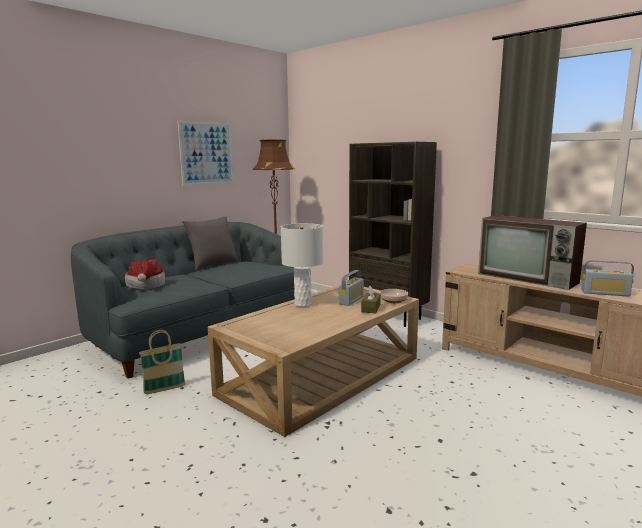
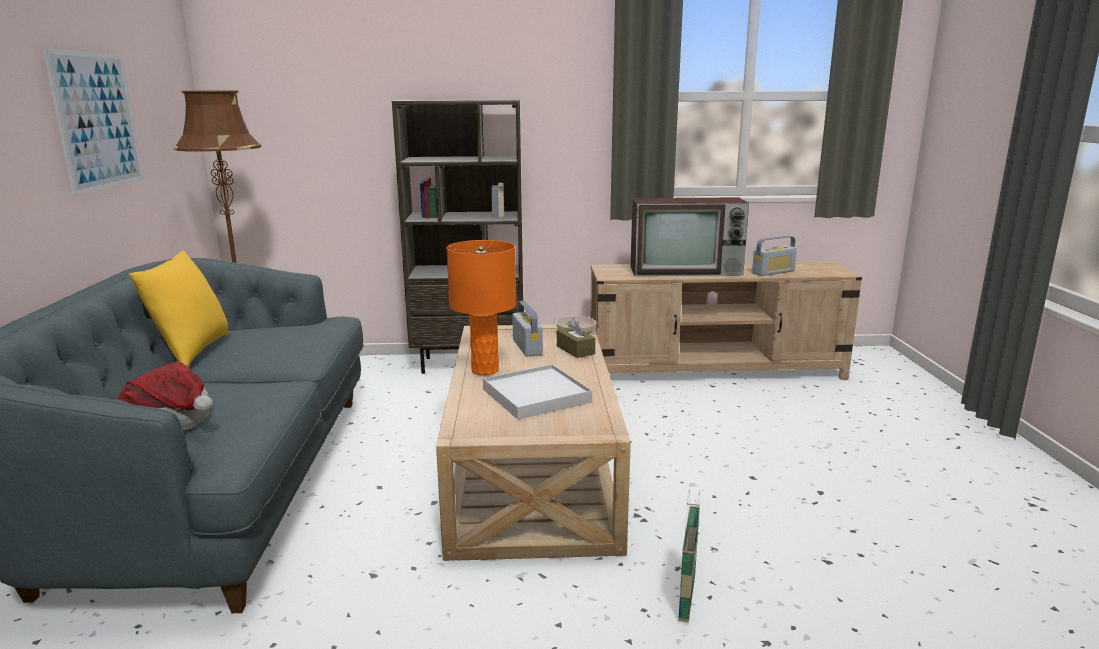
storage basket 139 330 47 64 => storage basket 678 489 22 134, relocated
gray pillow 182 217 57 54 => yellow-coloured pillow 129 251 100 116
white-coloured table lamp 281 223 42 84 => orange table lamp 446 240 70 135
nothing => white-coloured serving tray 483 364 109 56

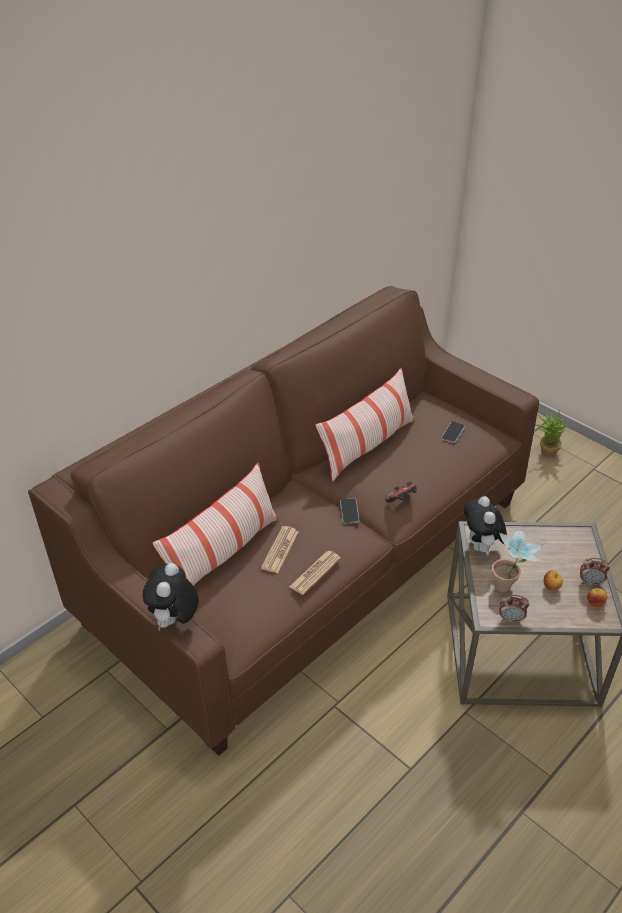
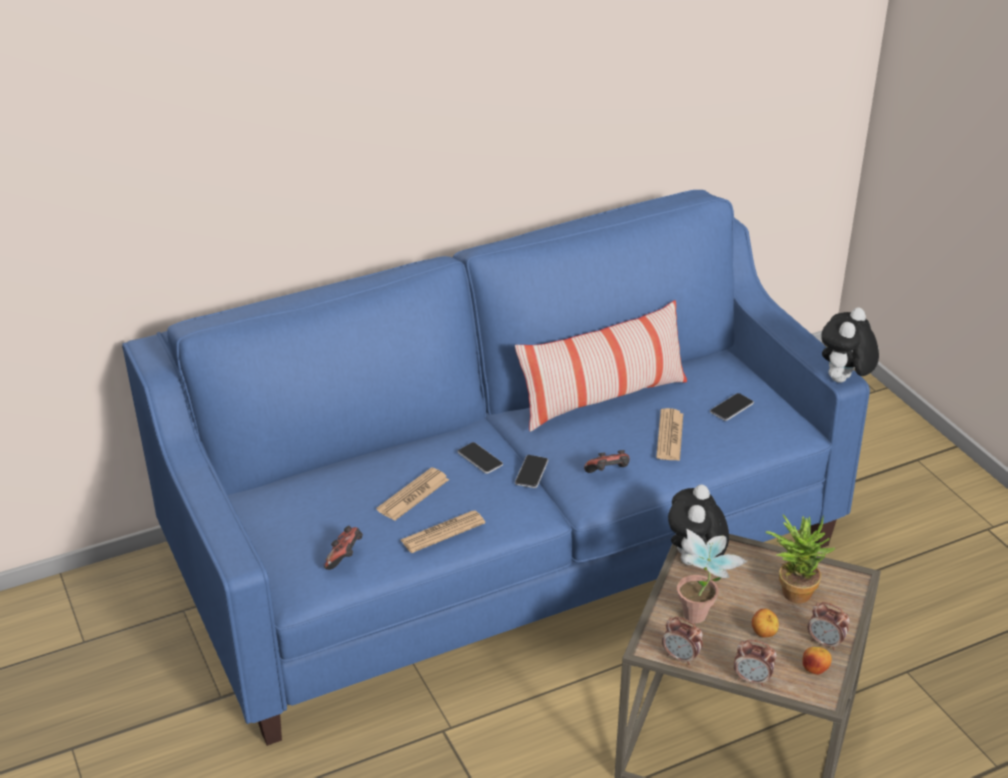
brownish couch 28 286 511 470 => blue-coloured couch 122 190 748 556
plush toy 143 563 56 68 => plush toy 821 308 58 75, relocated
pillow 152 463 127 123 => nothing
plant in a pot 535 410 33 47 => plant in a pot 766 515 69 89, relocated
nothing => joypad 324 526 39 44
nothing => phone 457 442 46 32
nothing => daily paper 656 408 27 53
nothing => bedside clock 734 640 43 46

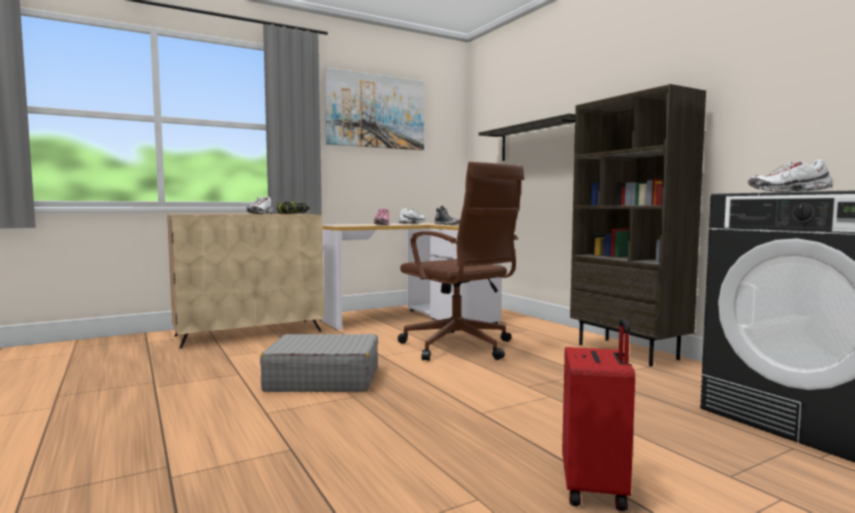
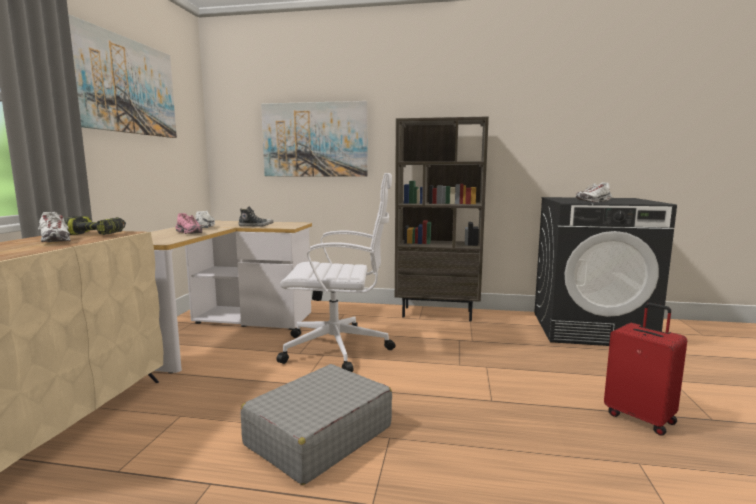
brownish computer chair 398 162 126 199 => white-coloured computer chair 276 173 119 199
shelf 478 113 97 48 => wall picture 261 101 107 76

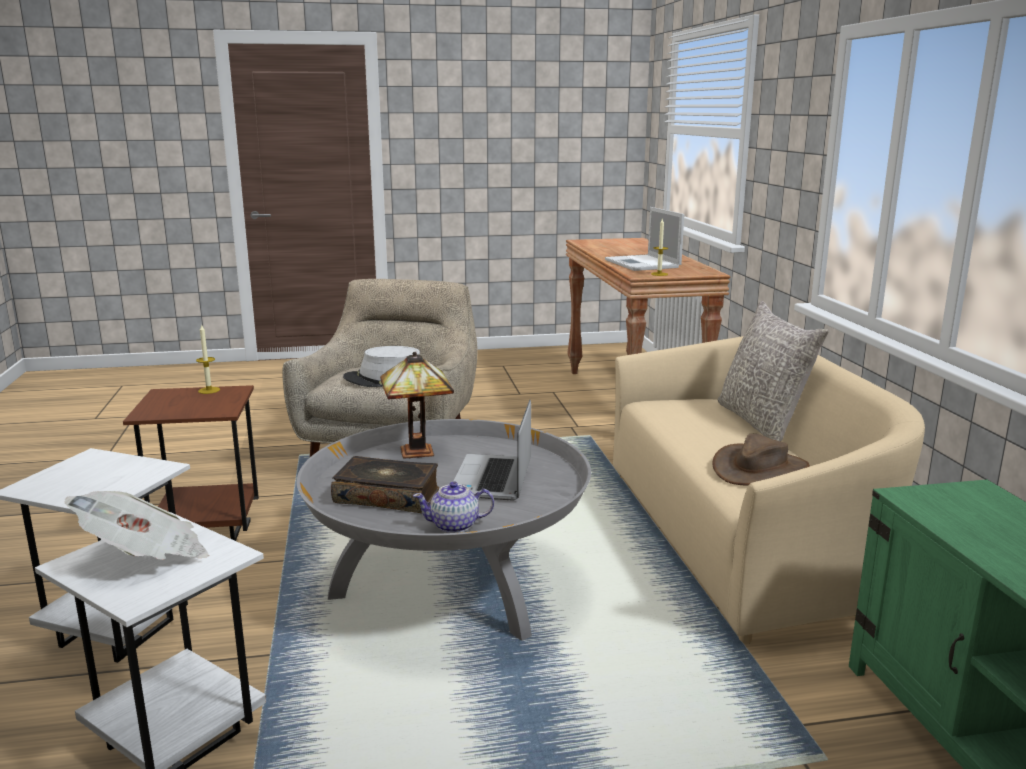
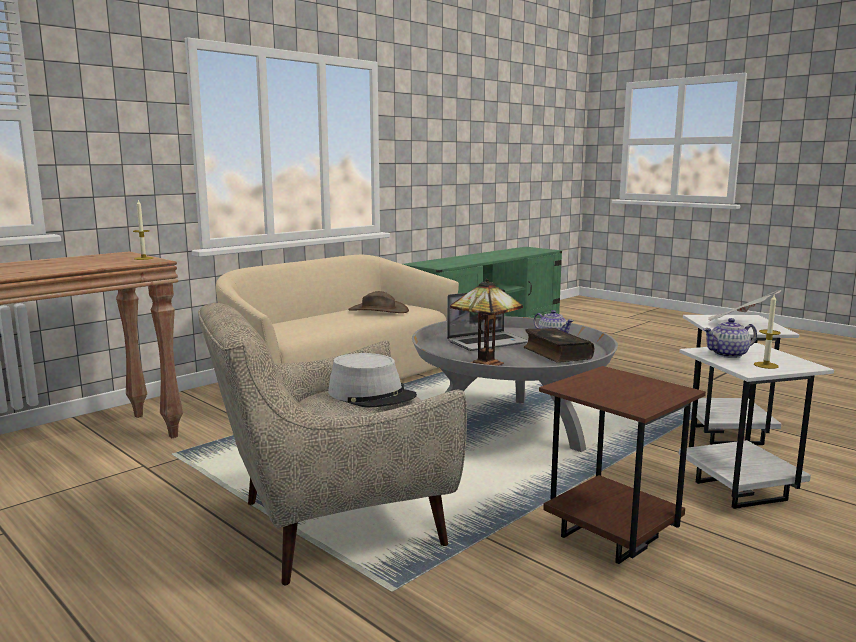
candle 196 324 24 70 => candle 754 295 27 74, relocated
notebook computer 605 207 79 64 => nothing
gray pillow 718 301 111 141 => nothing
nothing => tea pot 703 318 54 40

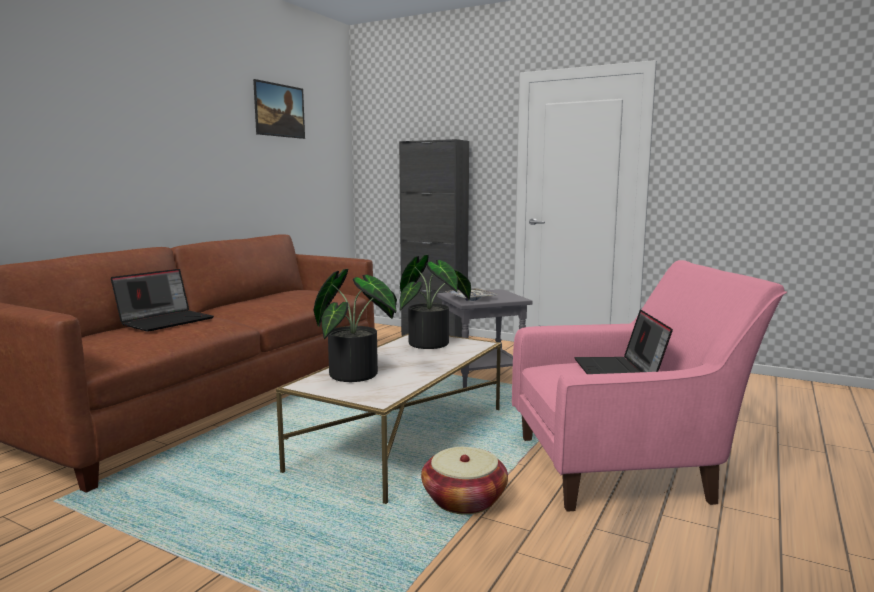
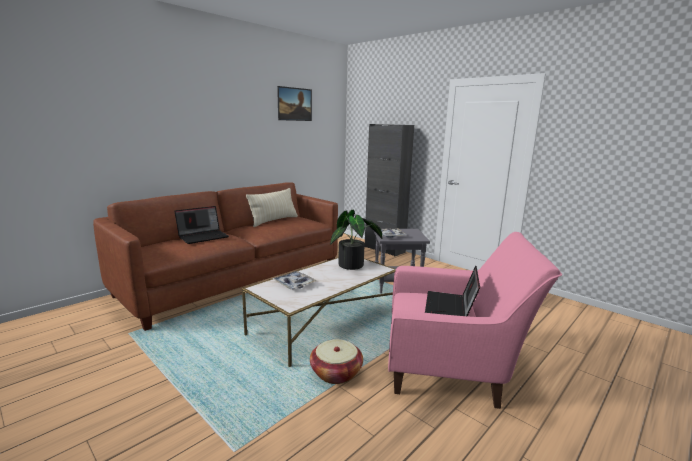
plant in a pot 313 269 84 113 => serving tray 273 271 44 18
nothing => sand-coloured pillow 246 188 52 39

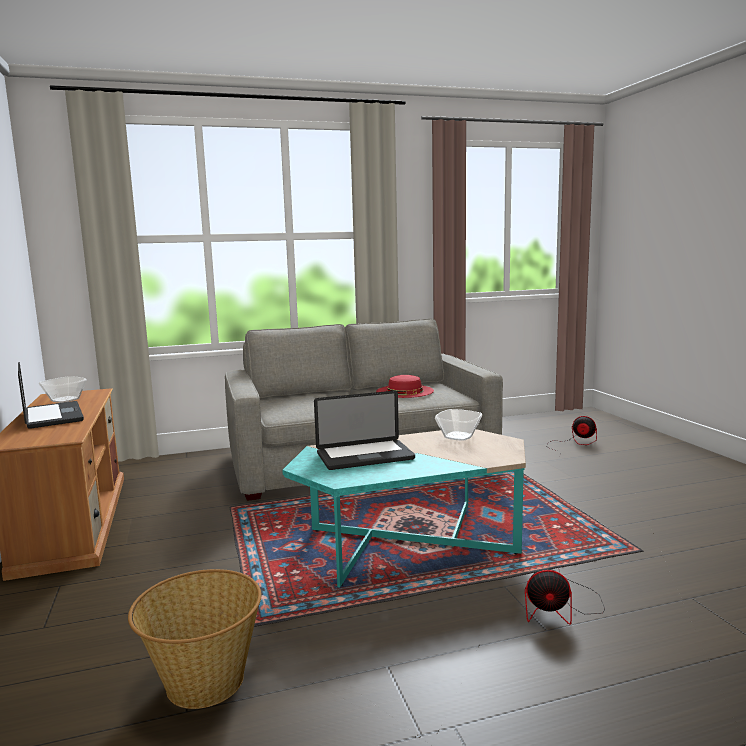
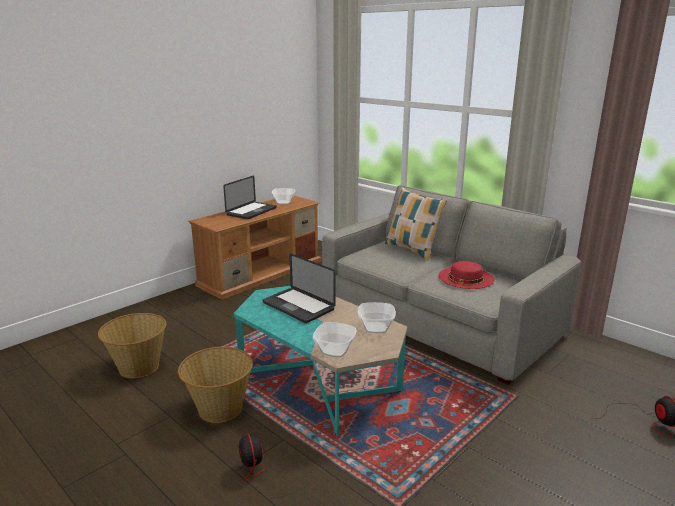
nothing => storage basket 178 347 75 76
nothing => serving bowl 313 322 44 35
nothing => pillow 385 187 62 73

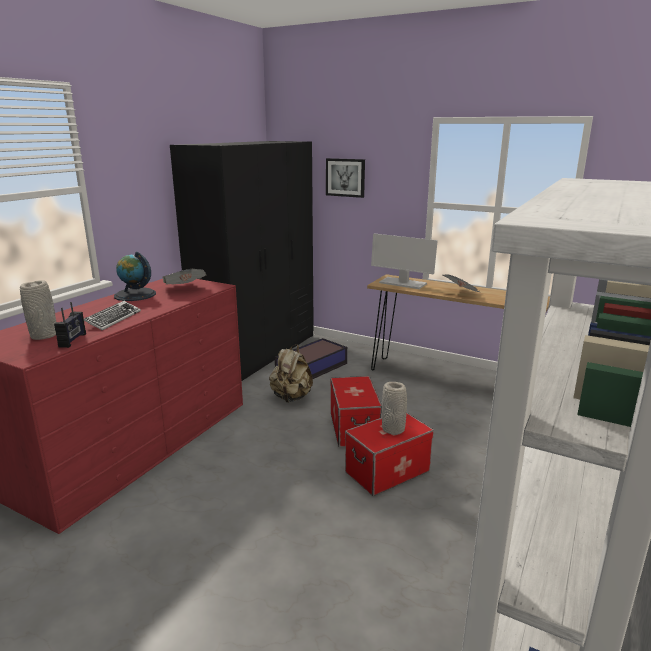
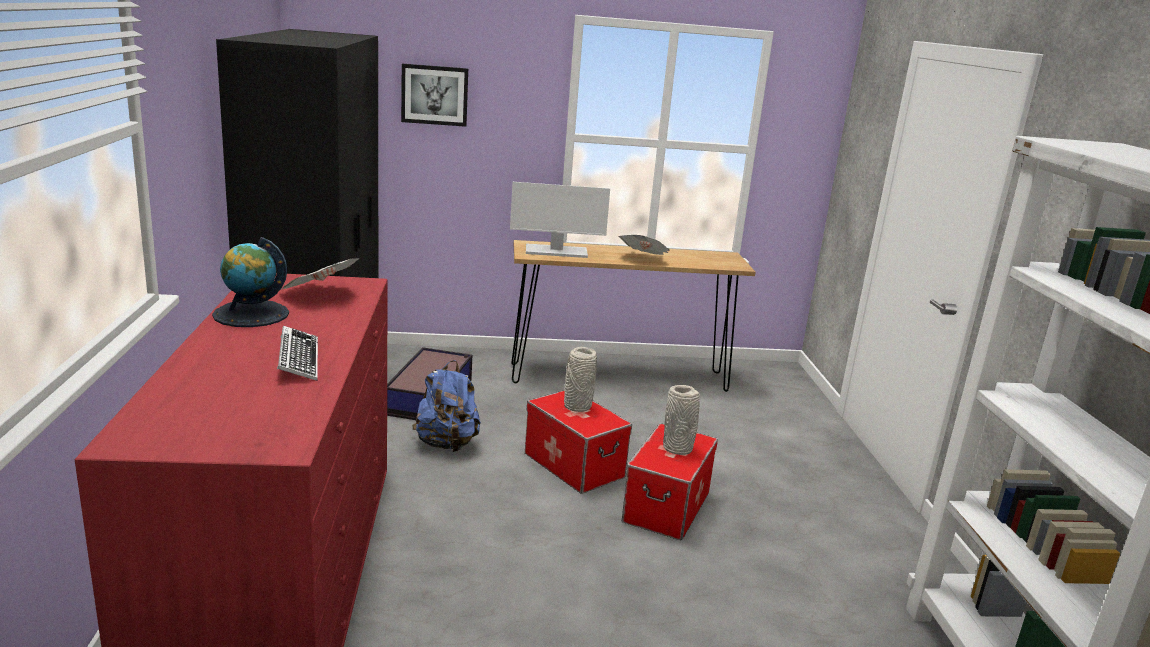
gray vase 20 280 36 60 => gray vase 564 347 33 65, relocated
radio set 54 302 32 46 => nothing
sand-coloured knapsack 269 344 44 59 => blue-coloured knapsack 412 360 69 92

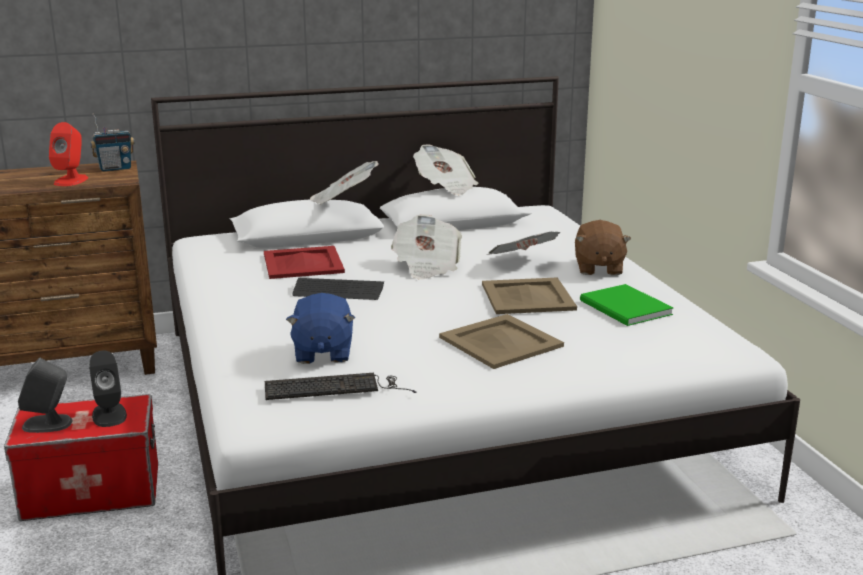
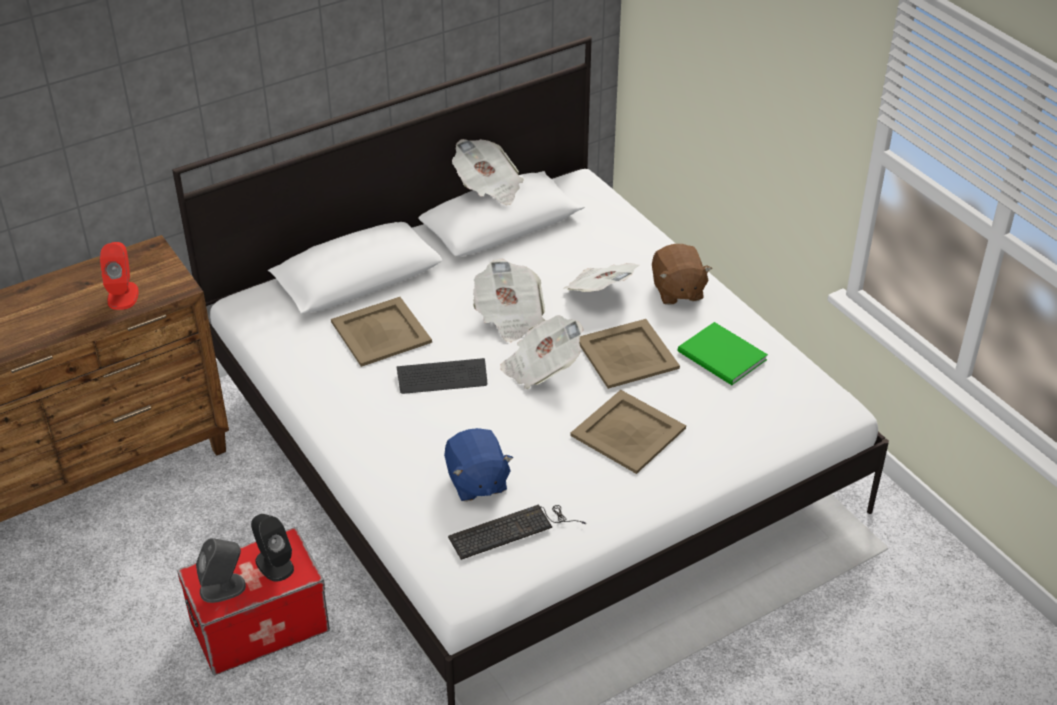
radio set 90 113 45 58 => nothing
red serving tray 264 246 81 33 => sand-coloured serving tray 331 297 101 70
daily paper 310 161 68 44 => daily paper 500 315 84 74, relocated

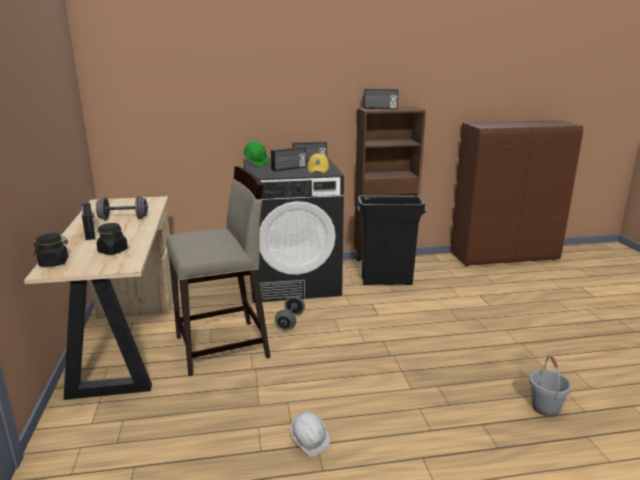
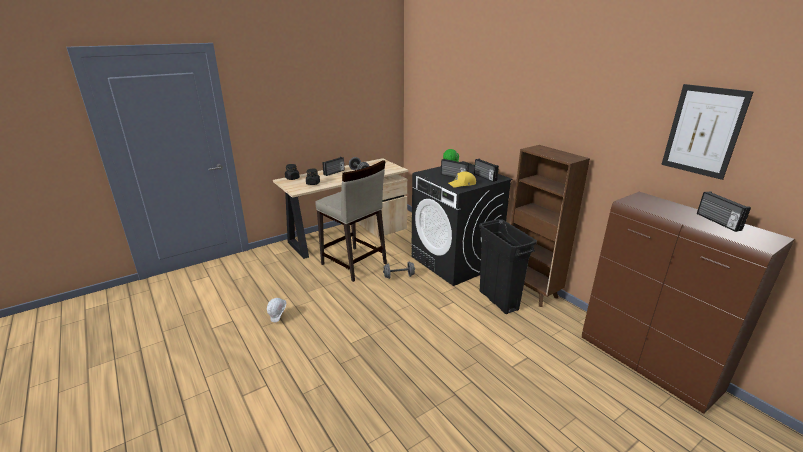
radio set 364 89 35 20 => radio set 697 191 54 41, relocated
gray bucket 529 356 43 61 => nothing
nothing => wall picture 661 84 92 96

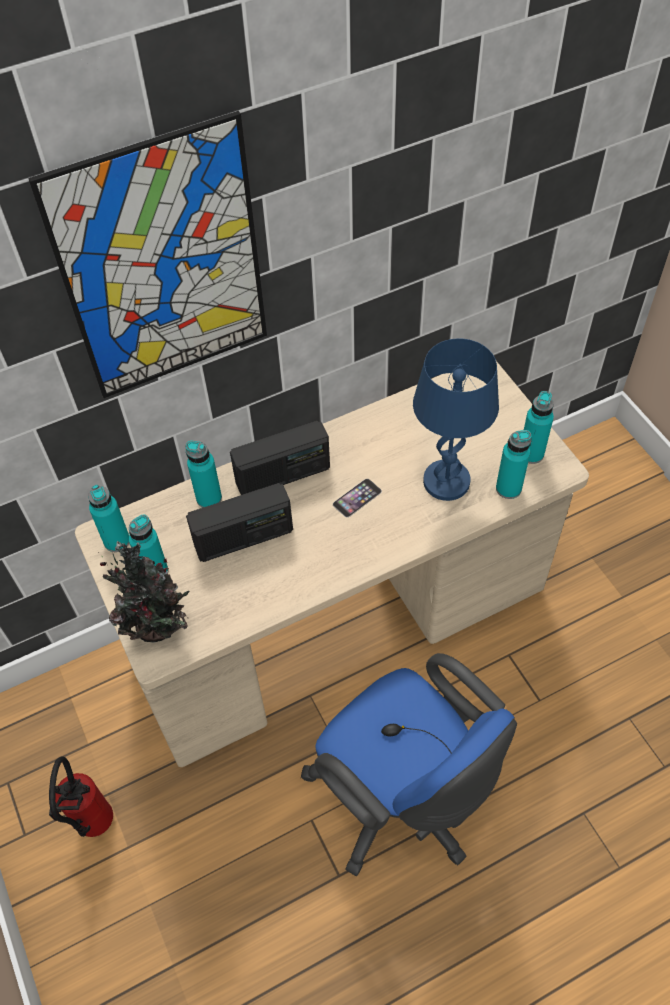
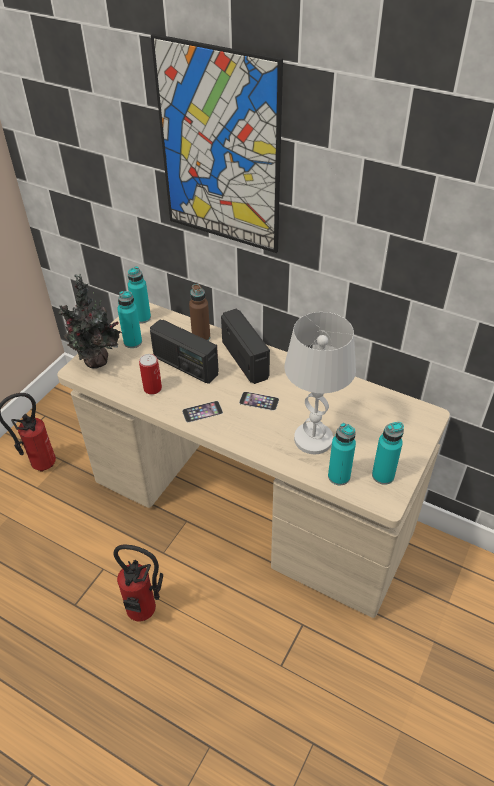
turquoise-coloured bottle 186 441 36 67 => brownish bottle 189 284 21 57
radio set 230 421 100 74 => radio set 221 309 49 75, 150 degrees counterclockwise
blue-coloured computer chair 301 653 216 223 => fire-fighting cylinder 113 545 50 76
blue-coloured table lamp 413 338 86 163 => white-coloured table lamp 284 312 72 142
nothing => metal can 139 354 23 41
nothing => phone 182 401 41 21

